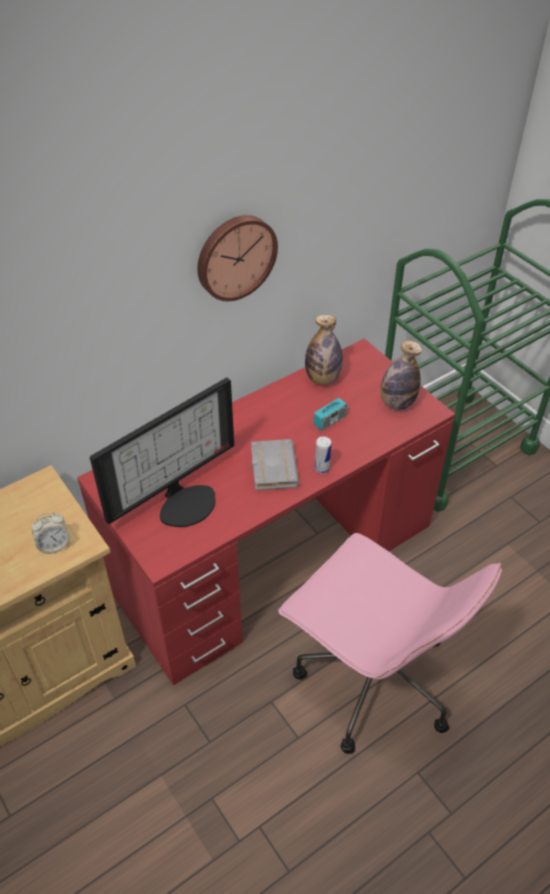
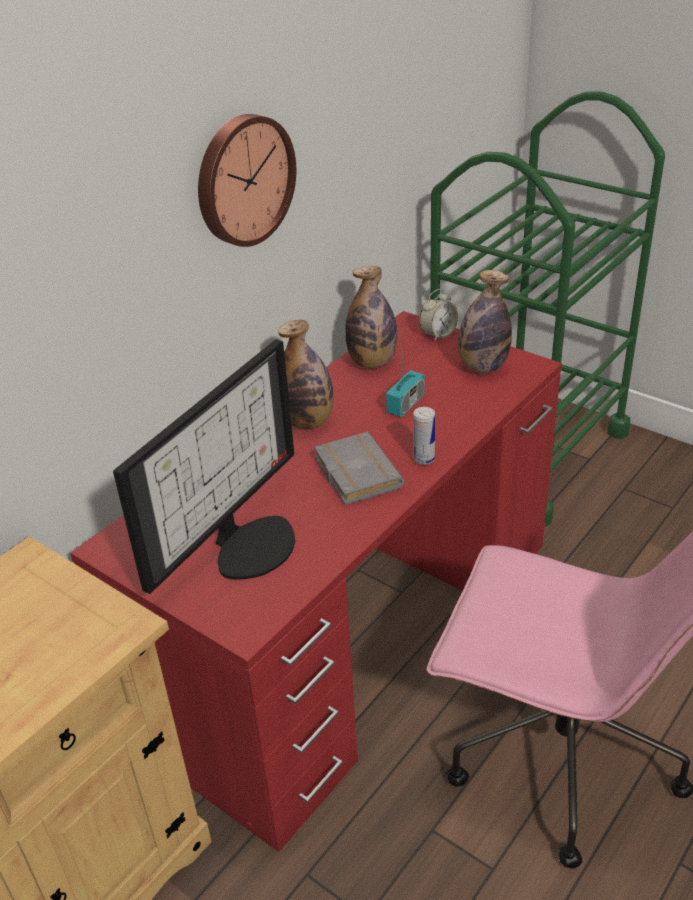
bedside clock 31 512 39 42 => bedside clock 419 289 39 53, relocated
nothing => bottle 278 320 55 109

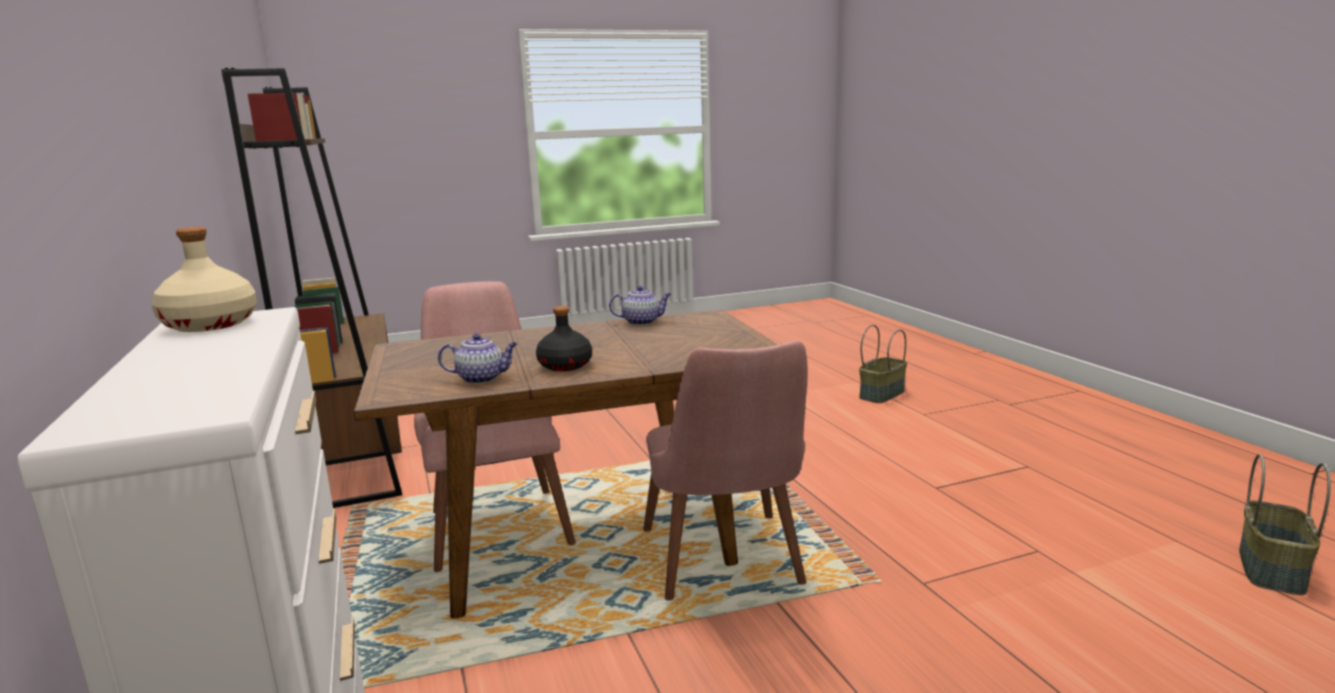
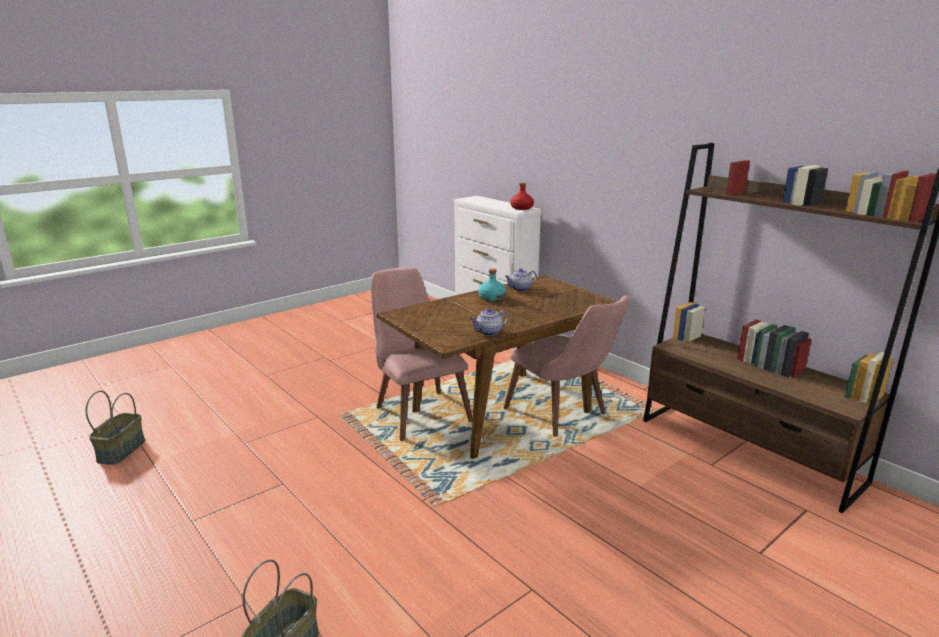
sand-coloured bottle 151 227 106 105 => red bottle 510 183 24 27
blackish bottle 536 306 56 65 => turquoise-coloured bottle 478 269 28 32

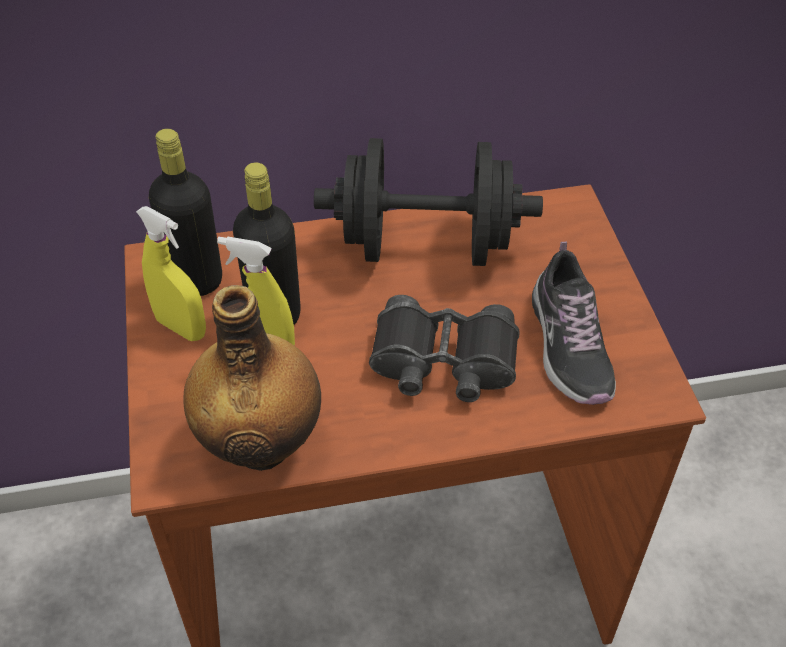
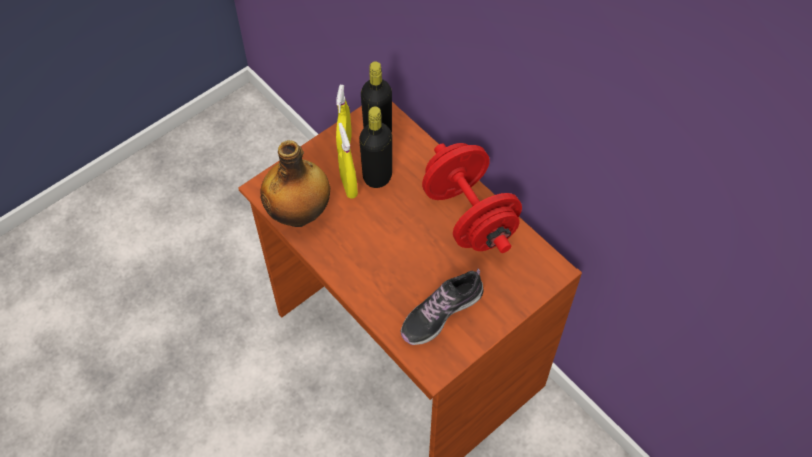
blackish hand weight 314 138 229 128 => red hand weight 422 143 100 110
blackish pair of binoculars 369 295 151 107 => nothing

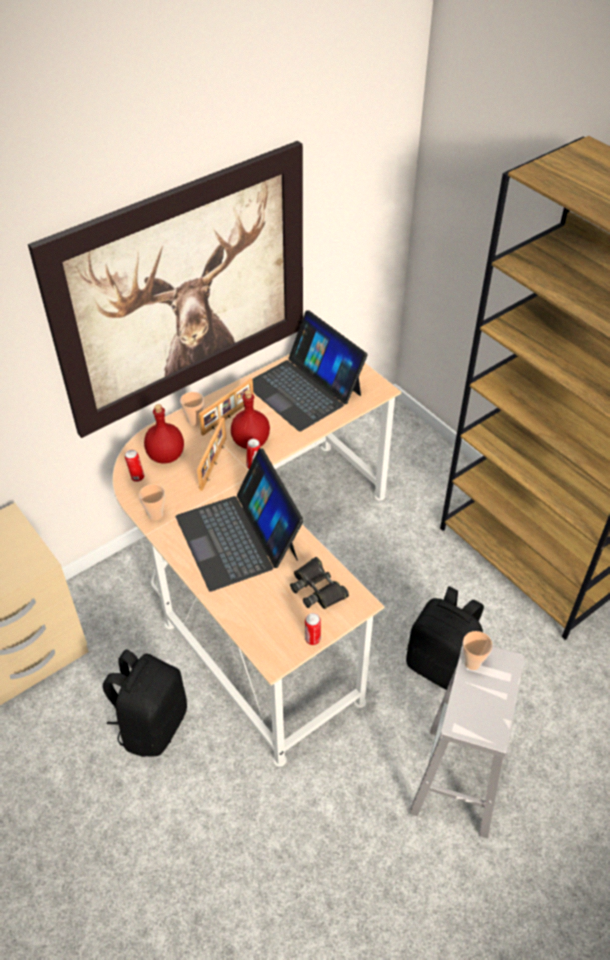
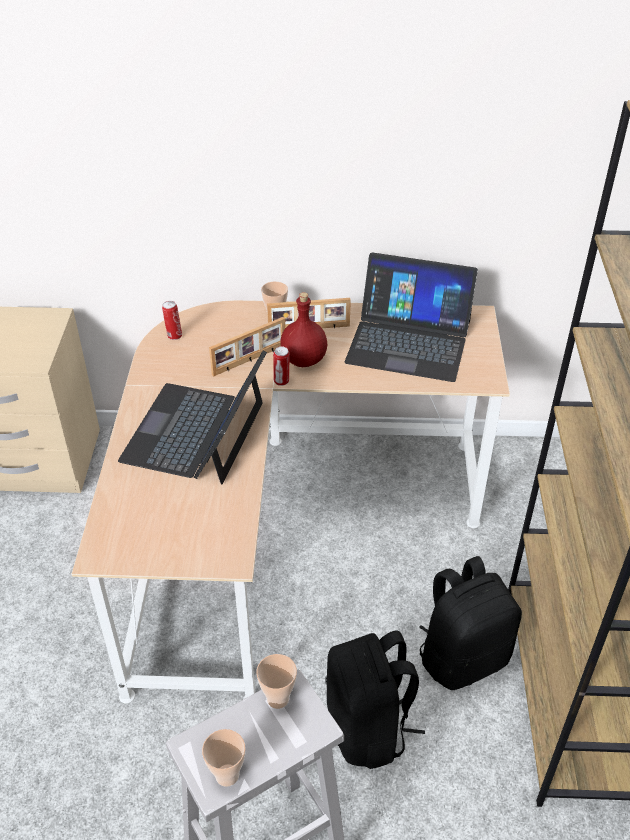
wall picture 28 141 275 297 => nothing
blackish knapsack 103 649 84 108 => blackish knapsack 419 556 103 134, relocated
small cup 139 484 26 37 => small cup 202 729 44 58, relocated
red bottle 144 404 40 60 => nothing
notebook computer 253 310 115 121 => notebook computer 345 252 133 130, 75 degrees counterclockwise
blackish pair of binoculars 290 557 59 52 => nothing
metal can 305 613 16 32 => nothing

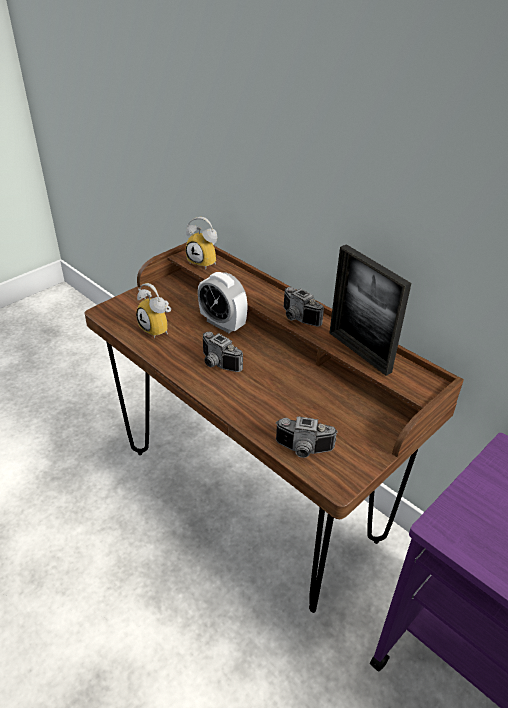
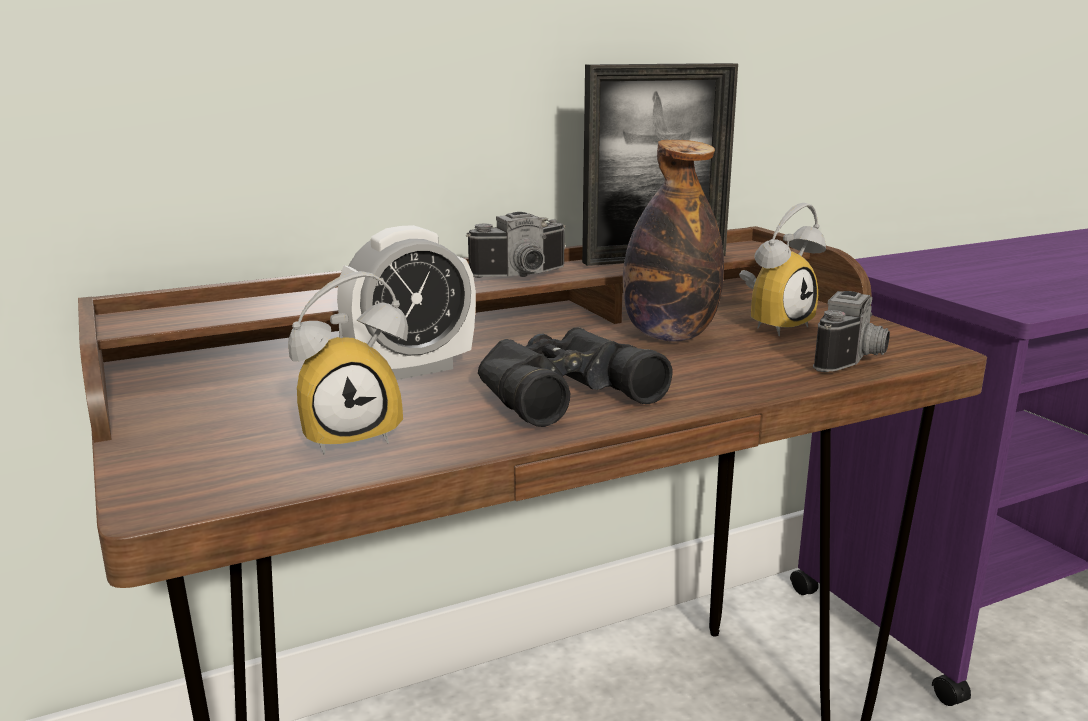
bedside clock 186 217 31 52 => bedside clock 739 203 87 133, relocated
still camera 203 332 40 40 => blackish pair of binoculars 478 327 195 100
nothing => bottle 623 140 101 202

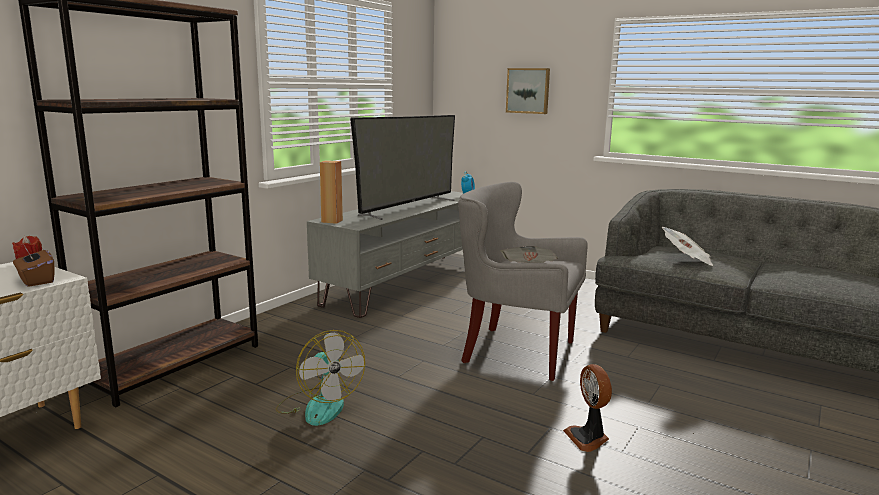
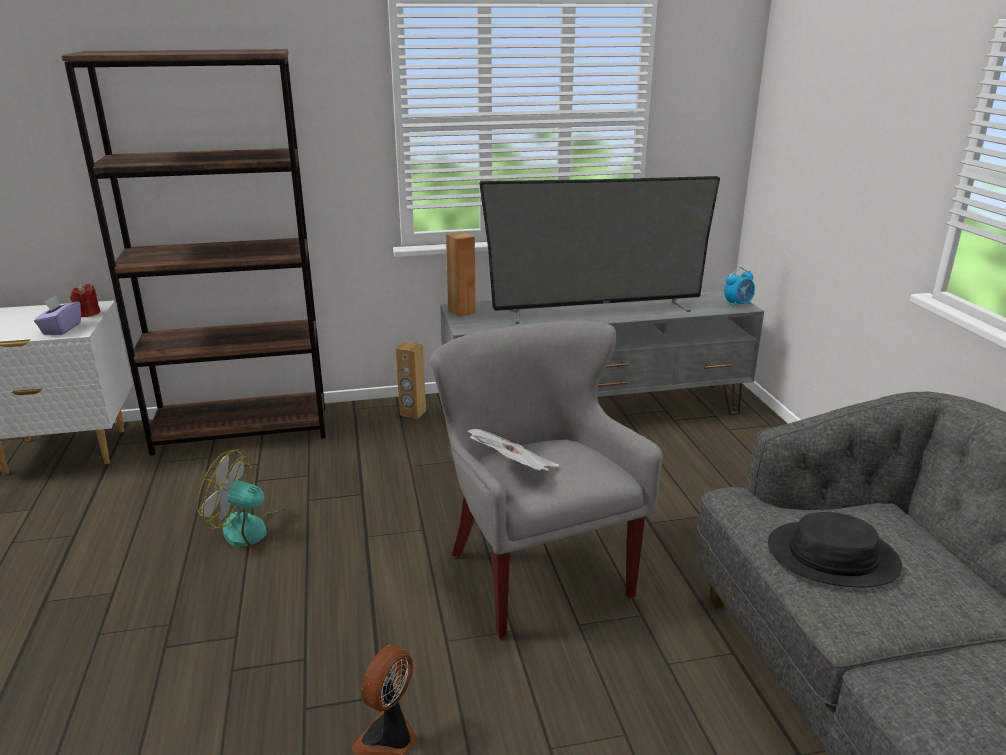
brownish box of tissues 13 245 42 42 => purple box of tissues 34 295 47 40
fan 275 330 90 96 => fan 197 449 103 102, 90 degrees clockwise
wall picture 506 68 44 46 => nothing
daily paper 662 227 51 39 => blackish wearable hat 768 512 134 75
nothing => brownish speaker 396 342 30 77

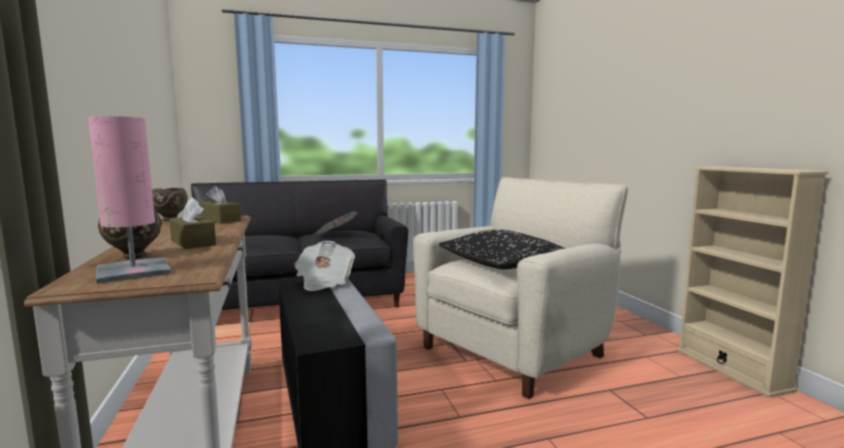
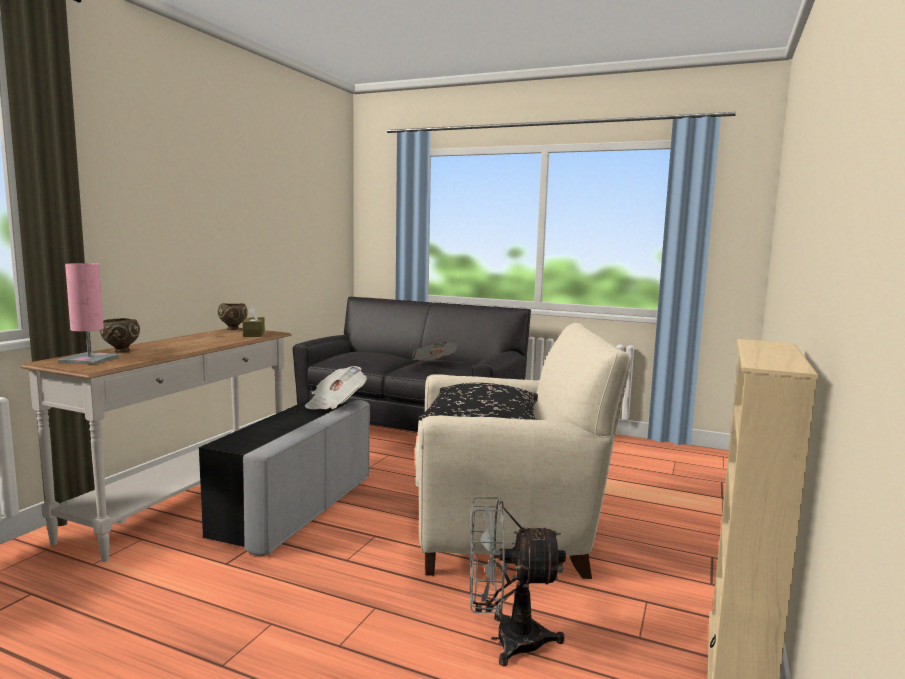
brownish box of tissues 169 198 47 51 => nothing
nothing => gray fan 469 497 97 169

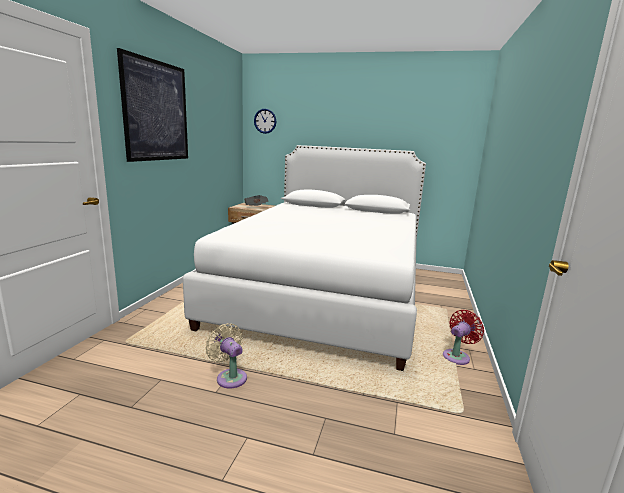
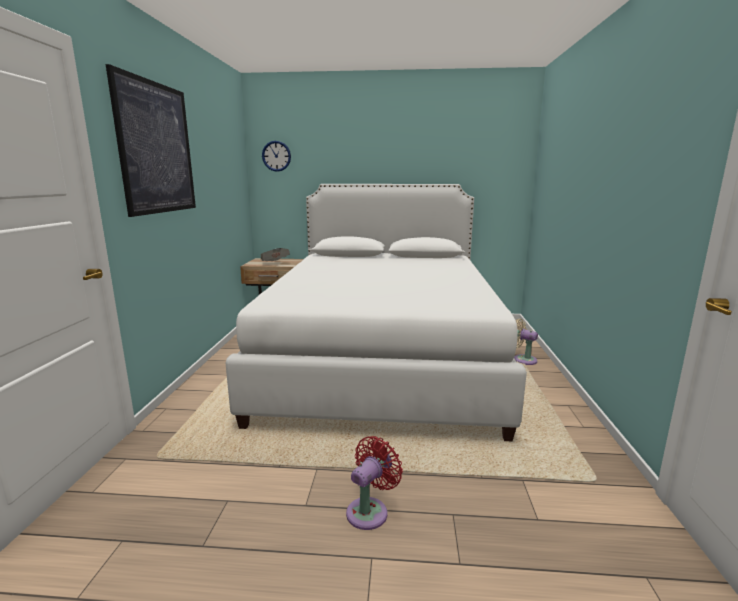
sand-coloured fan 205 323 42 65 => sand-coloured fan 514 319 24 46, relocated
red fan 443 310 41 55 => red fan 346 436 57 94, relocated

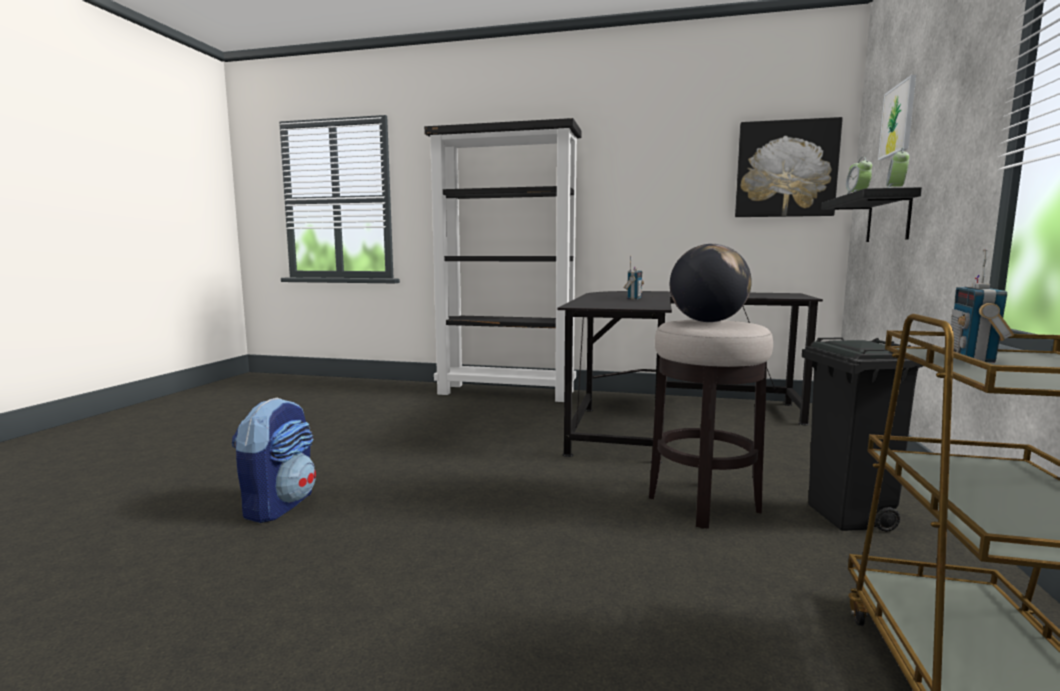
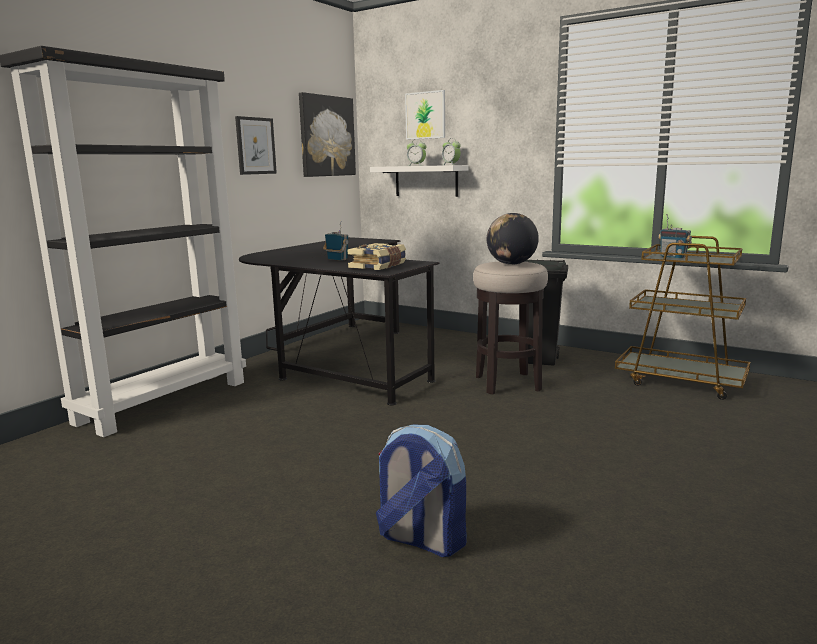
blackish shelf 821 187 101 55 => white-coloured shelf 370 165 98 32
nothing => wall picture 235 116 42 59
nothing => bound book 348 243 58 27

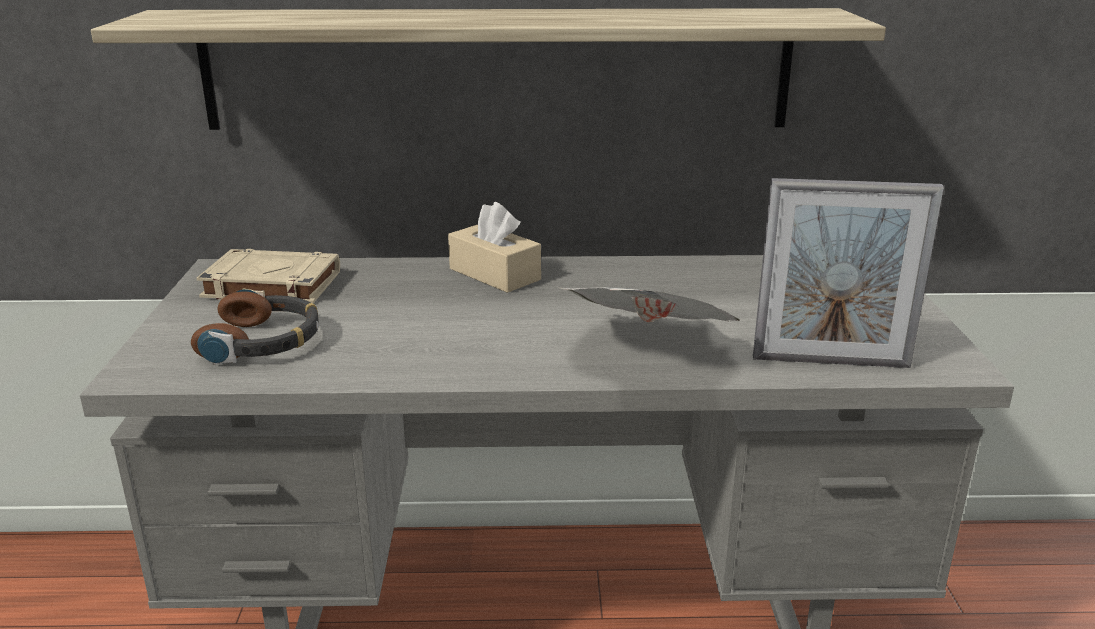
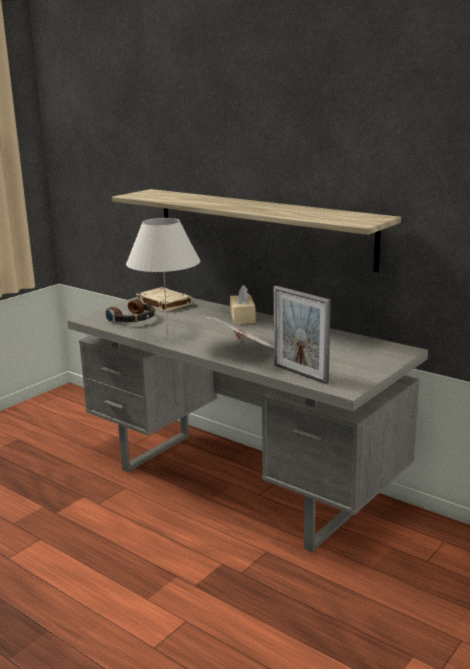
nothing => white-coloured table lamp 126 218 74 117

